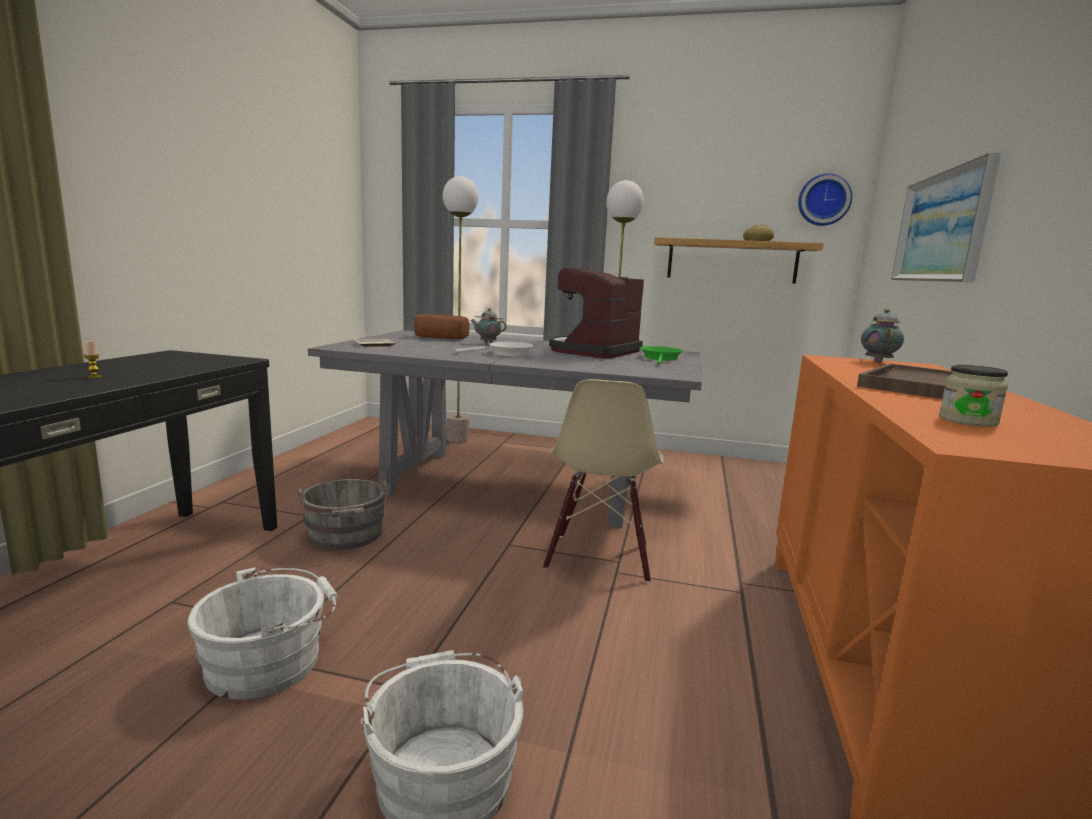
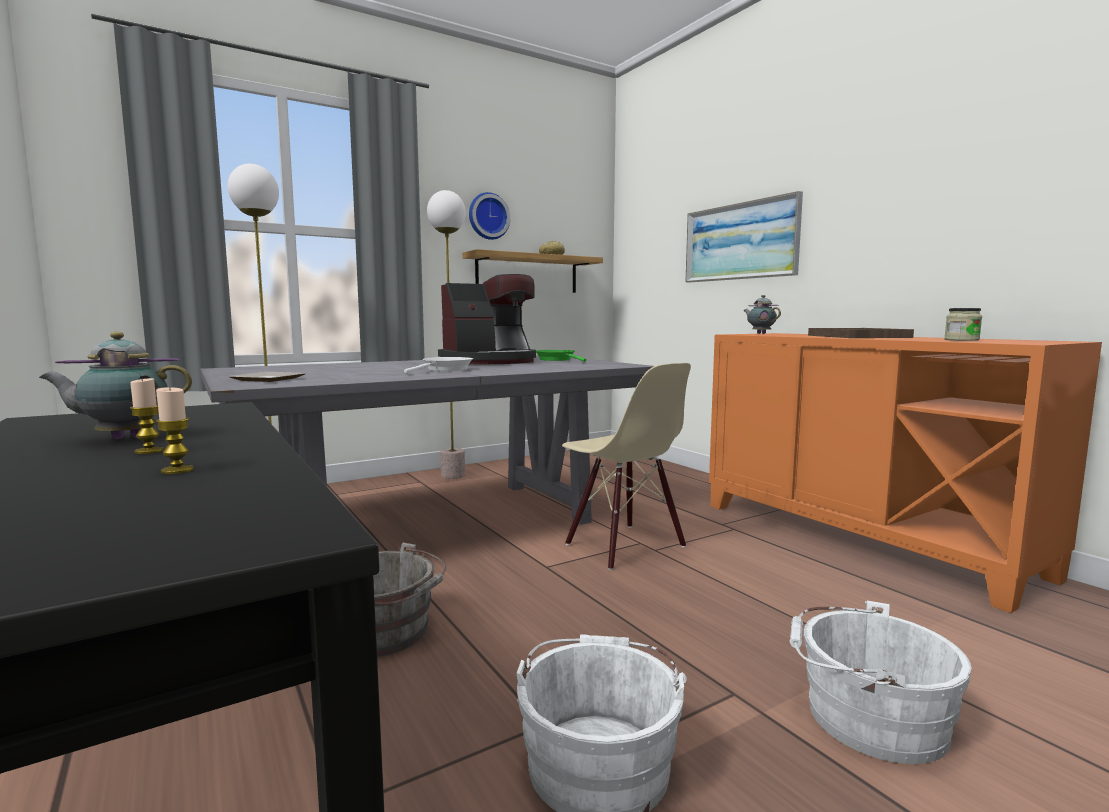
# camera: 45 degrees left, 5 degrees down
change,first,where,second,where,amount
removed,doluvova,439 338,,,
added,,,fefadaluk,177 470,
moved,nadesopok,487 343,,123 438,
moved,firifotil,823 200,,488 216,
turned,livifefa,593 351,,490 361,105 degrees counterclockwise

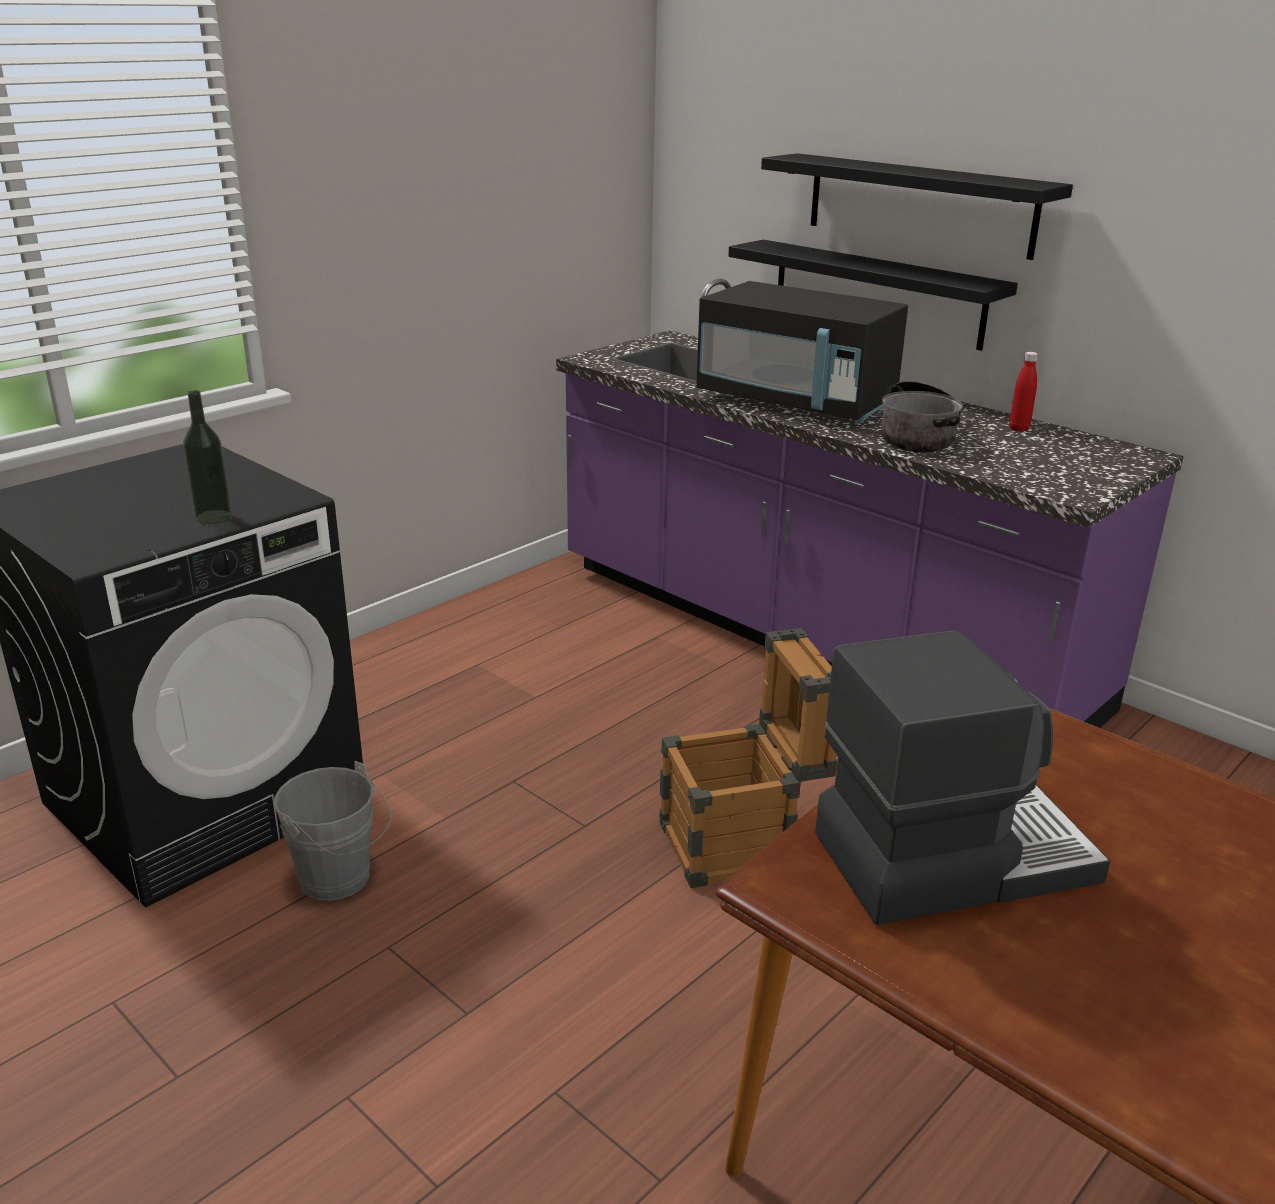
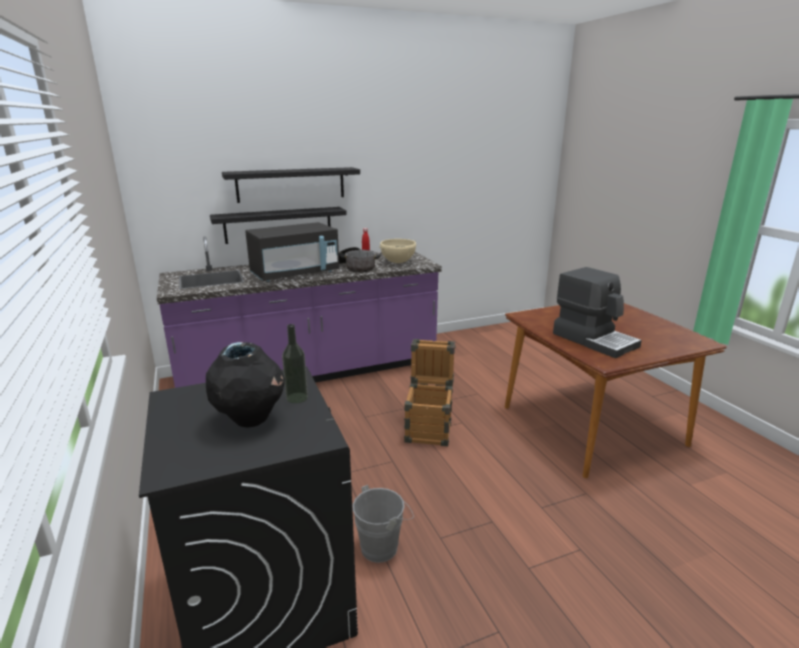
# camera: 65 degrees left, 5 degrees down
change,first,where,second,where,amount
added,,,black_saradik,250 419,
added,,,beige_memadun,398 262,
turned,livifefa,950 856,,594 339,135 degrees clockwise

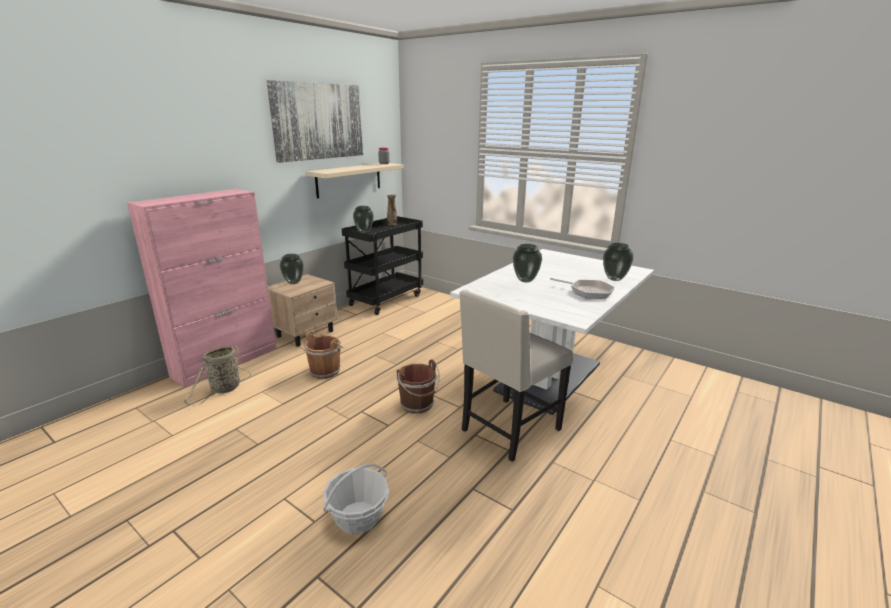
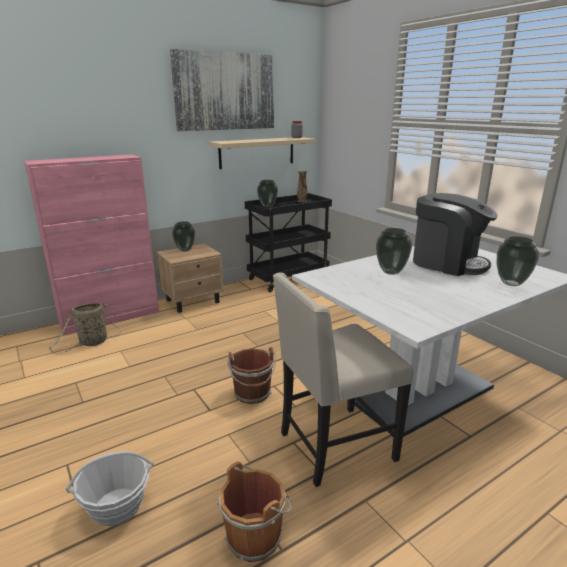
# camera: 20 degrees right, 0 degrees up
change,first,where,second,where,amount
removed,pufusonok,588 291,,,
added,,,livifefa,447 263,
moved,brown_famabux,326 370,,256 535,

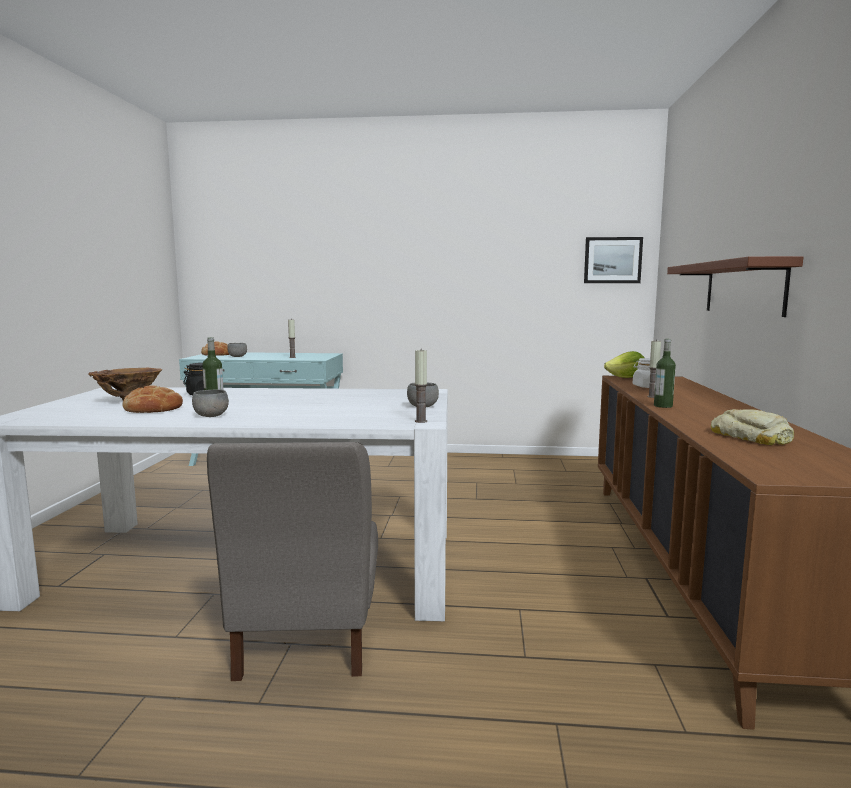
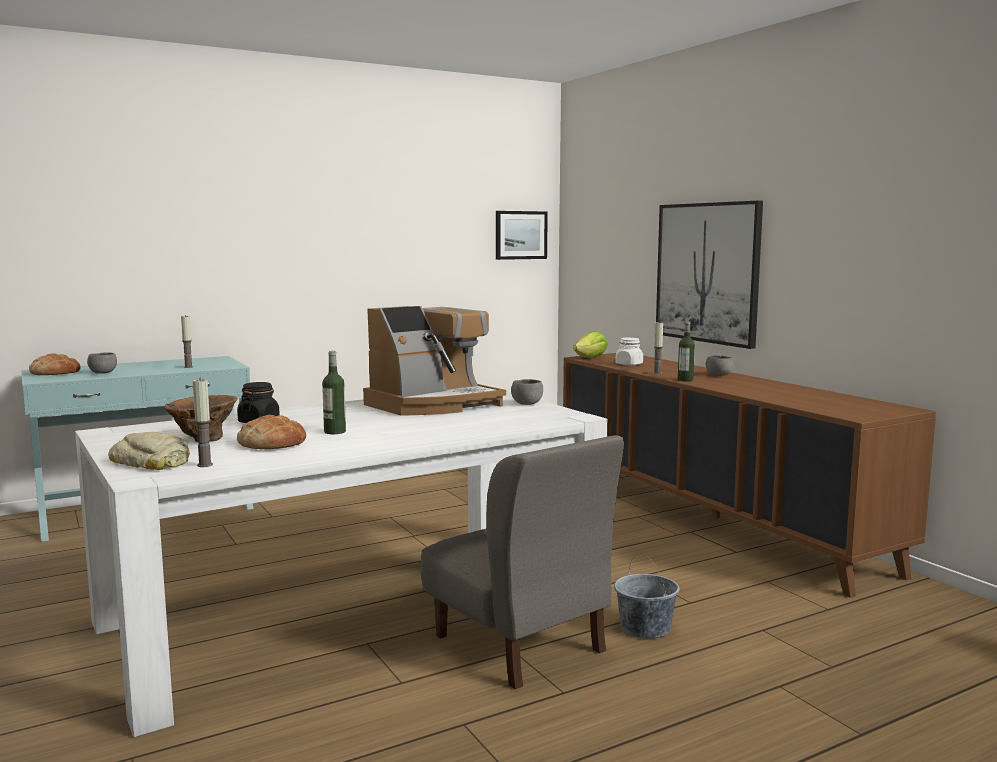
# camera: 35 degrees left, 0 degrees up
change,first,where,second,where,amount
added,,,livifefa,434 404,
added,,,grey_famabux,645 628,
moved,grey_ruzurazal,211 416,,718 375,
moved,fefadaluk,421 421,,205 465,
moved,doluvova,751 437,,151 462,
replaced,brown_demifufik,743 288,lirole,707 272,

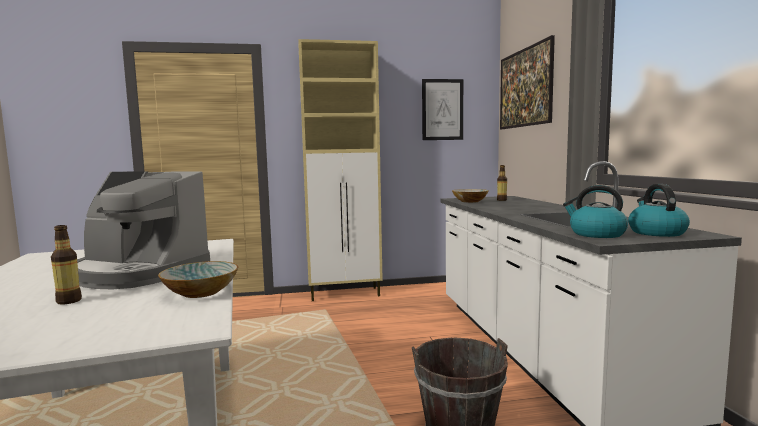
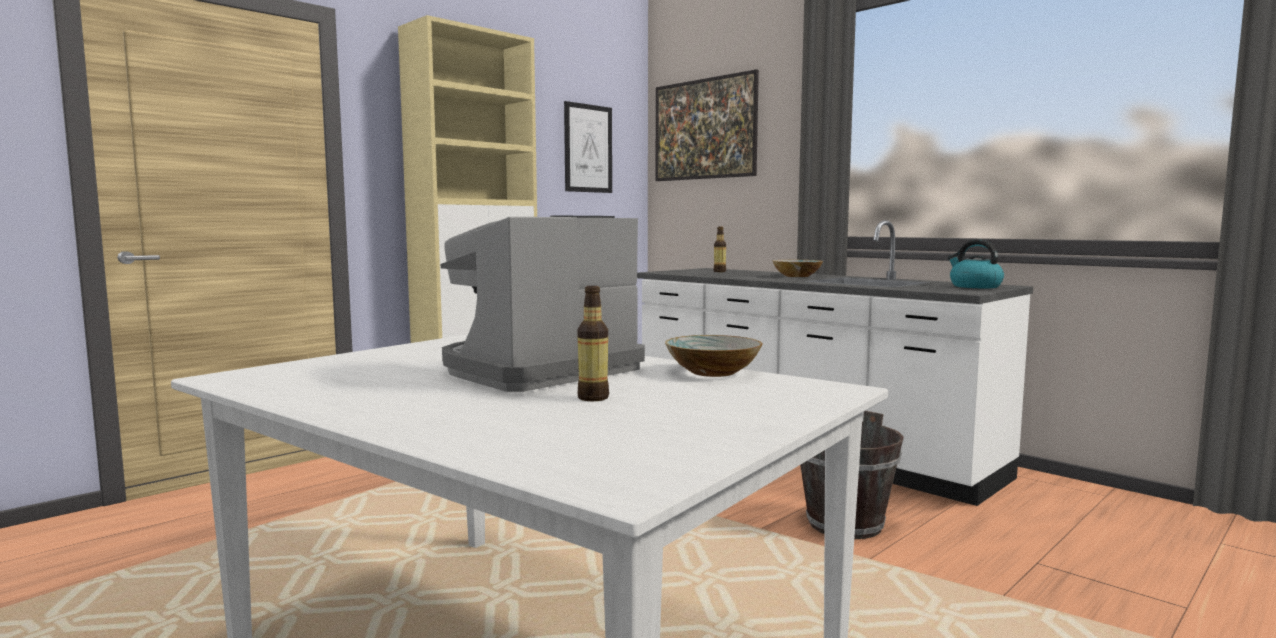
# camera: 35 degrees left, 0 degrees up
change,first,where,second,where,amount
removed,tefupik,596 234,,,
moved,ruzurazal,470 201,,797 276,
turned,livifefa,138 273,,537 370,150 degrees clockwise

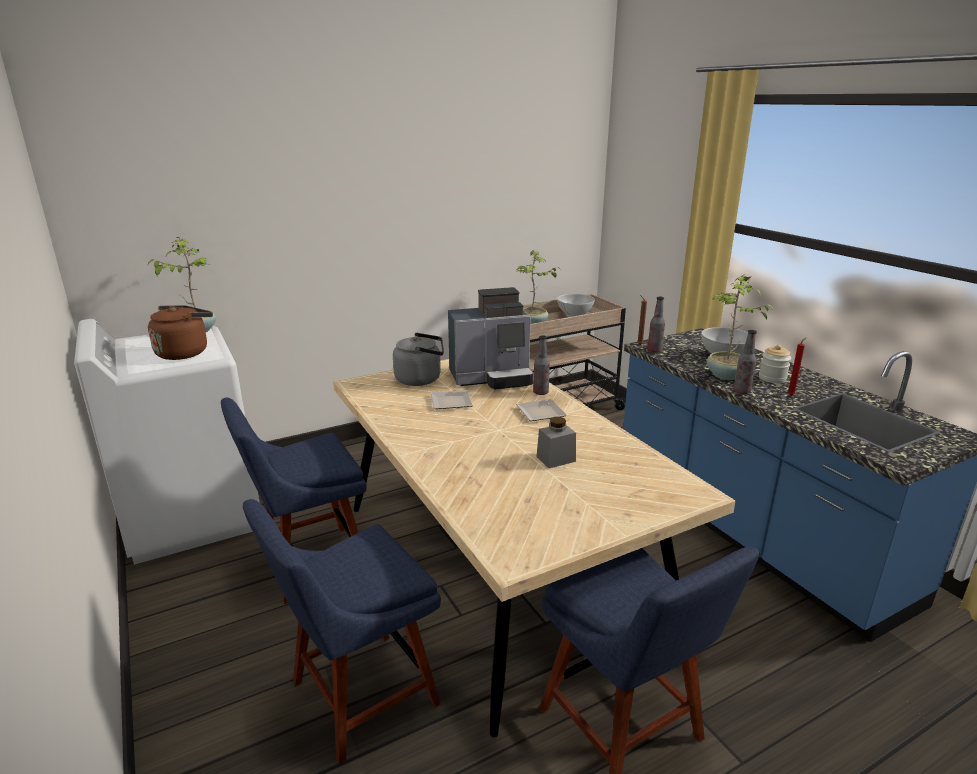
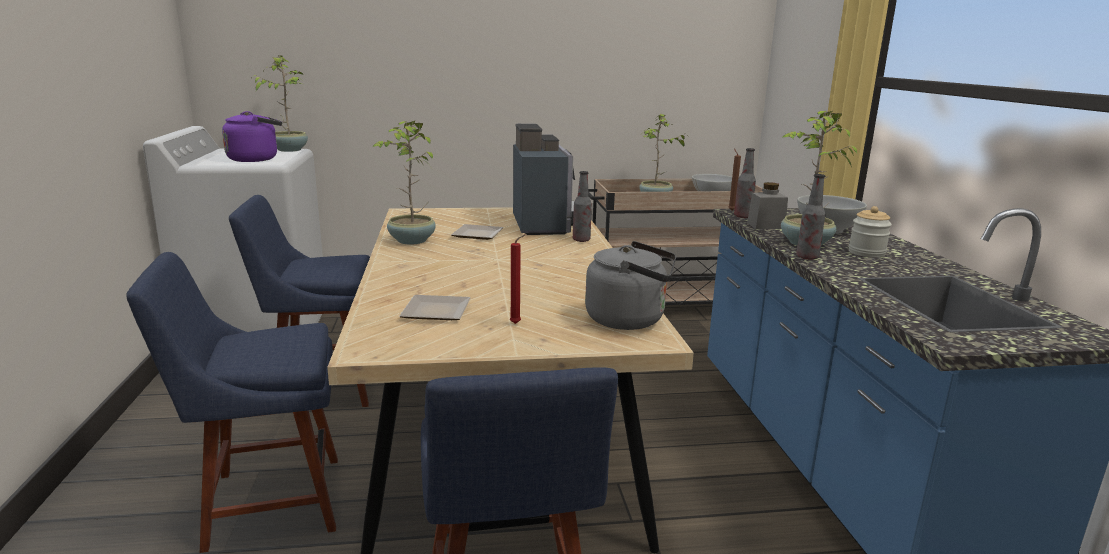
# camera: 20 degrees right, 5 degrees down
change,first,where,second,where,amount
added,,,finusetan,411 241,
moved,grey_tefupik,421 379,,630 320,
moved,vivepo,540 413,,433 312,
moved,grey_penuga,556 459,,766 226,
moved,red_fefadaluk,791 395,,517 323,
recoloured,brown_tefupik,184 352,purple_tefupik,256 159,
turned,livifefa,492 378,,545 224,105 degrees counterclockwise

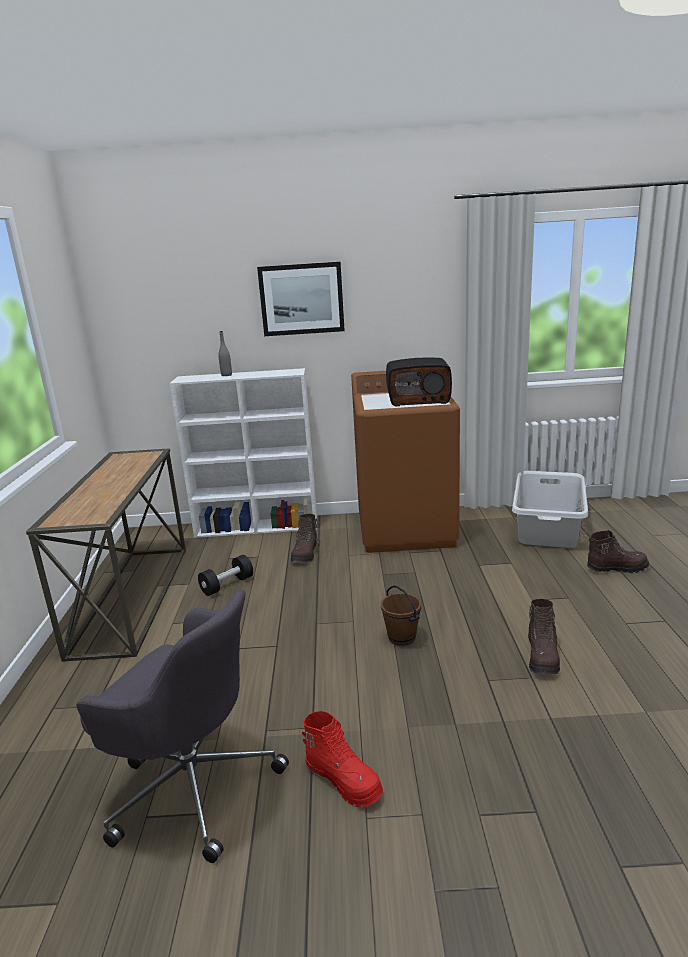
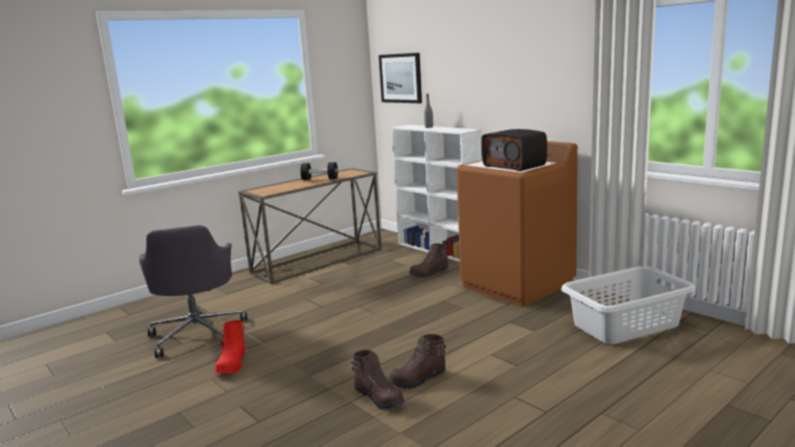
# camera: 50 degrees right, 5 degrees down
change,first,where,second,where,amount
removed,brown_famabux,402 637,,,
moved,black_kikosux,227 585,,320 179,
moved,lirole,301 299,,400 78,
moved,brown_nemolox,616 568,,379 398,

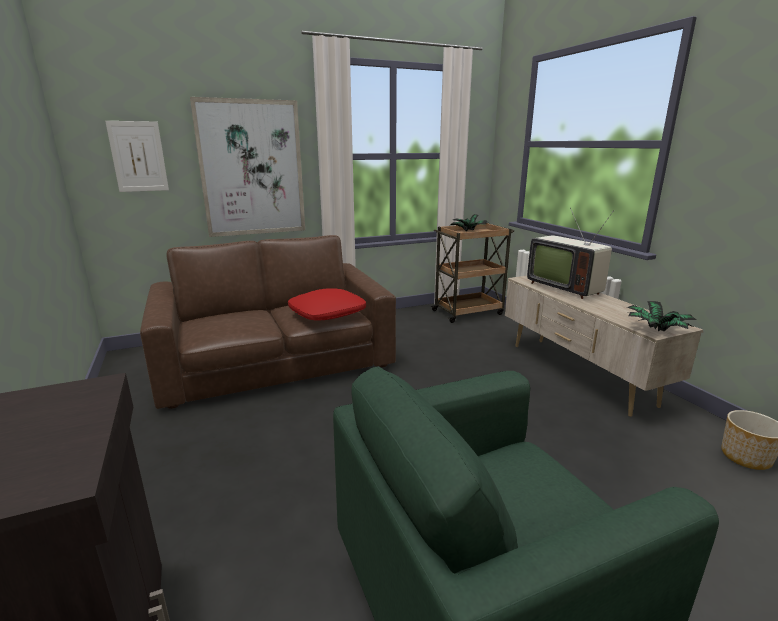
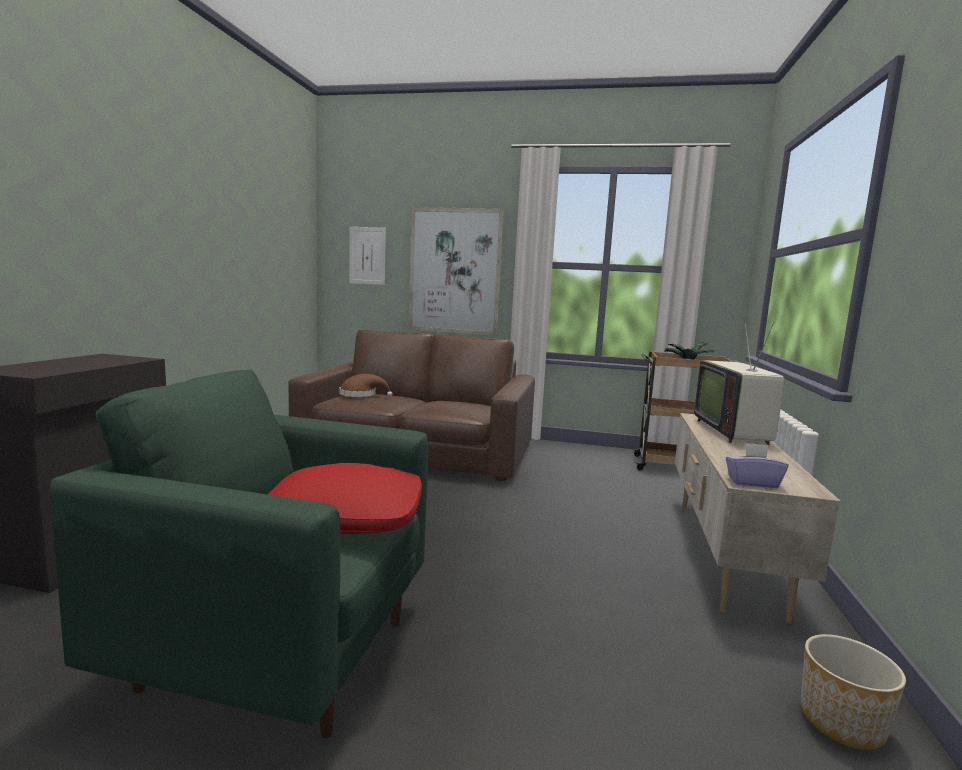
# camera: 35 degrees right, 10 degrees down
change,first,where,second,where,amount
added,,,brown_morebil,361 395,
moved,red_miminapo,327 313,,347 516,
replaced,finusetan,656 330,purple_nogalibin,752 482,

